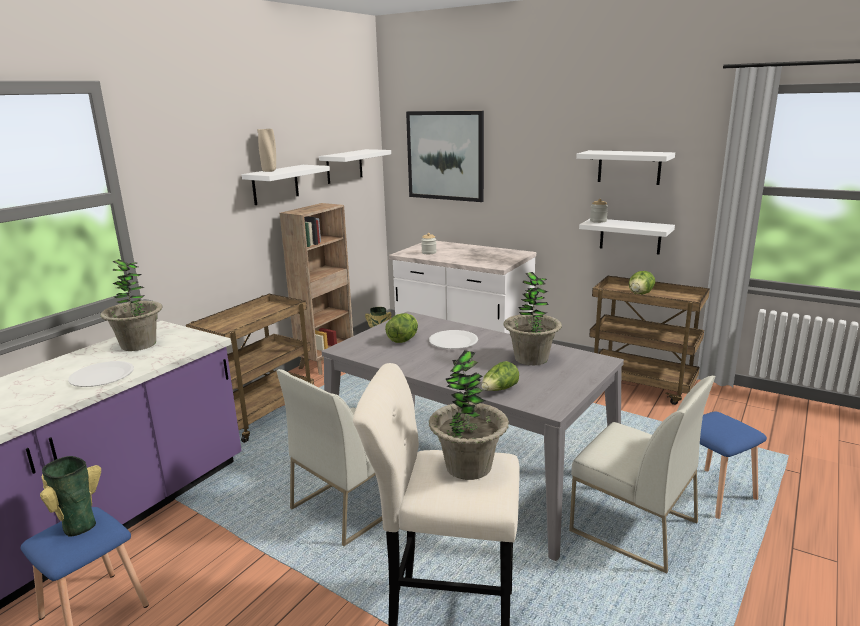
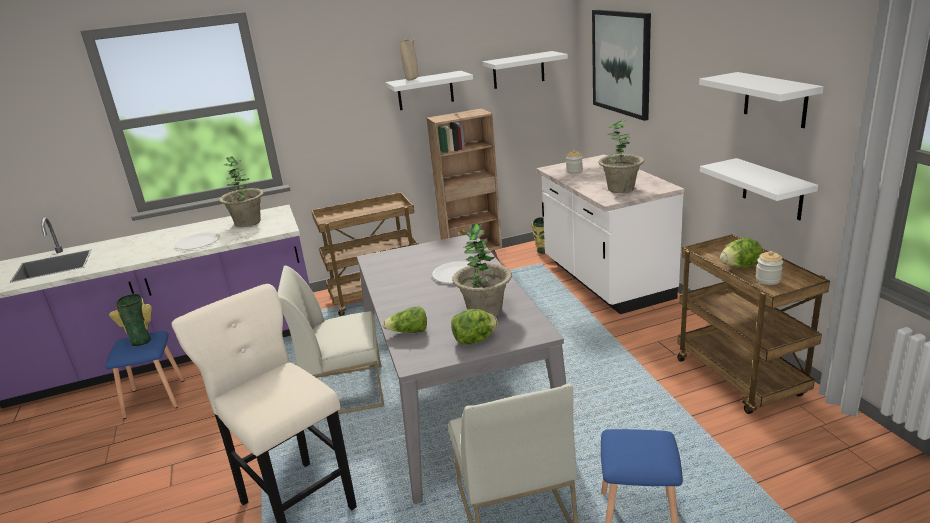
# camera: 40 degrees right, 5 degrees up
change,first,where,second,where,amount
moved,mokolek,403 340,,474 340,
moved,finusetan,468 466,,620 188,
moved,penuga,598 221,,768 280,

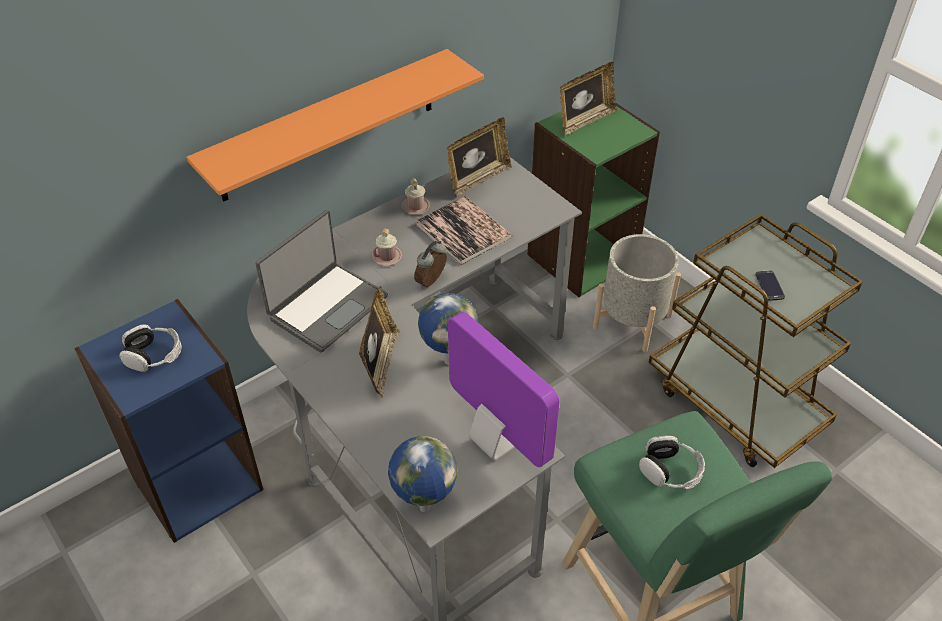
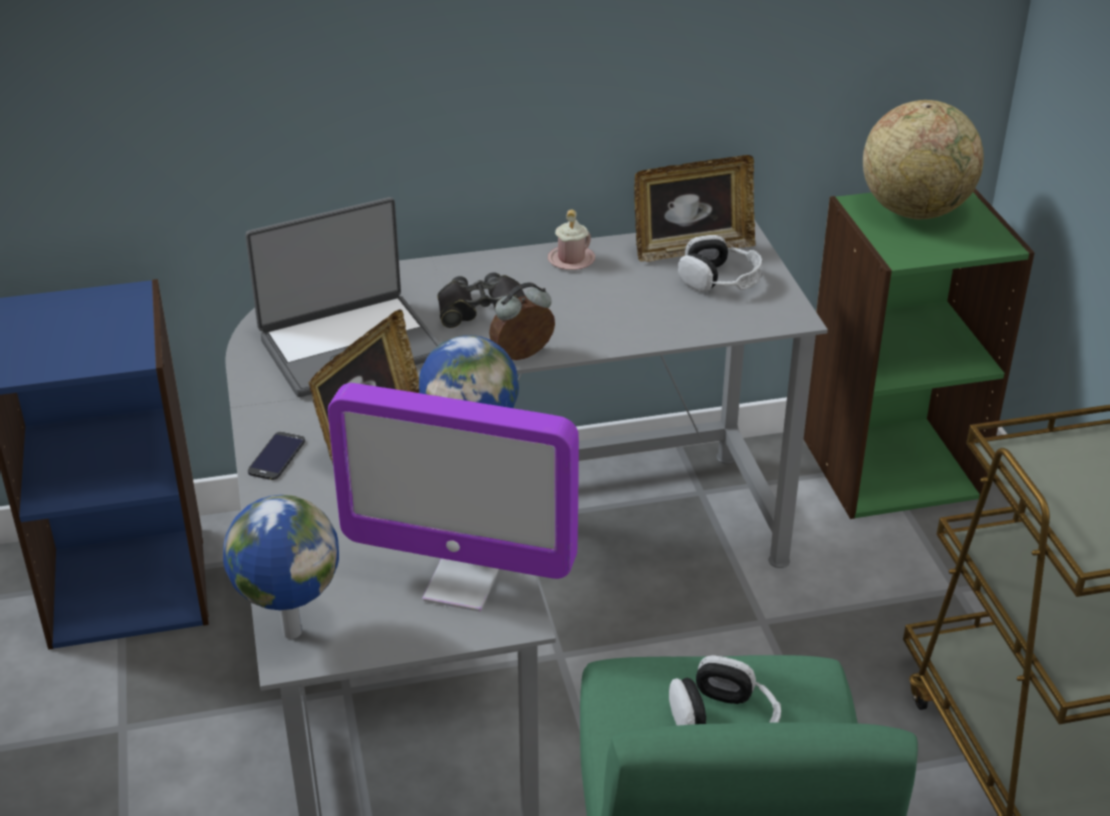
# camera: 25 degrees right, 10 degrees down
change,first,where,second,where,amount
removed,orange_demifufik,328 126,,,
removed,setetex,463 231,,,
removed,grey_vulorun,632 321,,,
moved,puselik,153 355,,720 280,
moved,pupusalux,769 286,,276 456,
replaced,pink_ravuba,387 256,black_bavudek,482 309,
replaced,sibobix,585 120,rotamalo,915 211,
turned,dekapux,495 441,,462 584,120 degrees clockwise

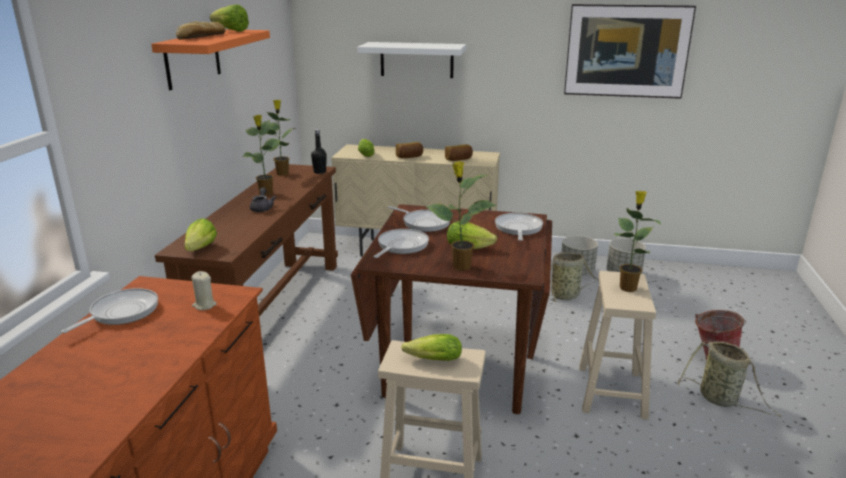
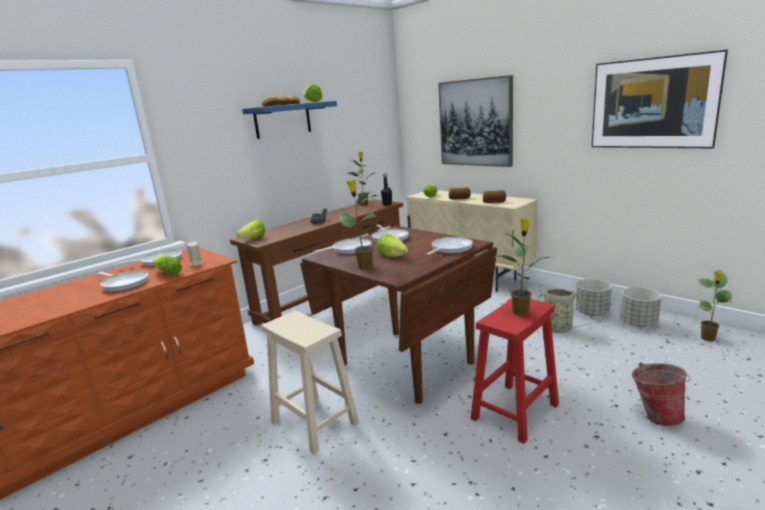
# camera: 35 degrees right, 5 degrees down
change,first,where,second,where,amount
removed,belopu,721 400,,,
added,,,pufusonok,124 283,
moved,finusetan,266 193,,708 338,
moved,mokolek,431 360,,167 273,
replaced,white_demifufik,416 60,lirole,475 123,
recoloured,orange_demifufik,192 58,blue_demifufik,282 120,
recoloured,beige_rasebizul,612 392,red_rasebizul,514 412,

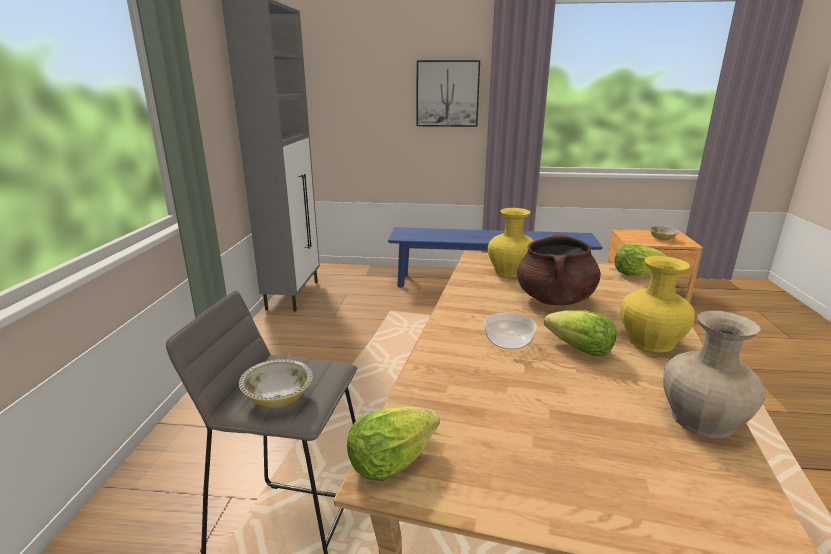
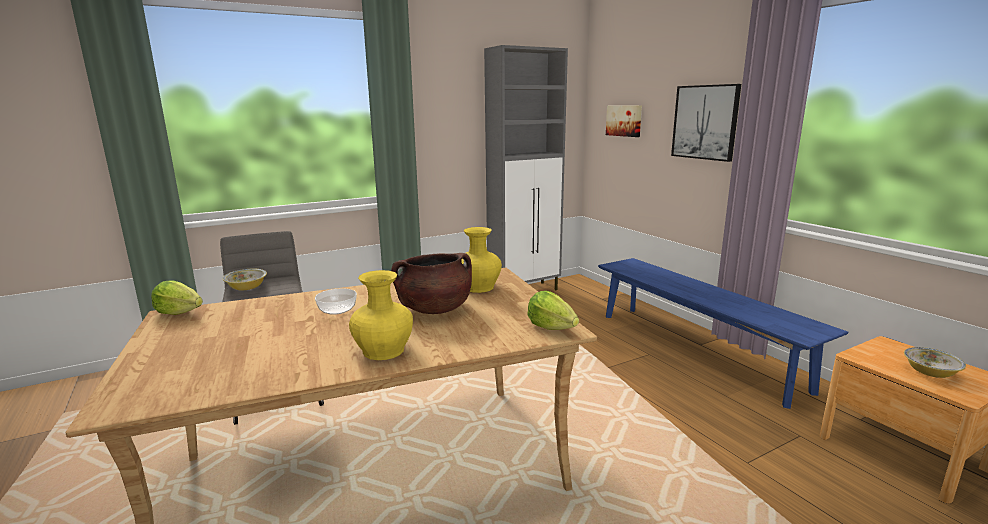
# camera: 55 degrees right, 5 degrees down
change,first,where,second,where,amount
removed,mokolek,580 350,,,
removed,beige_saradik,701 418,,,
added,,,lirole,624 120,

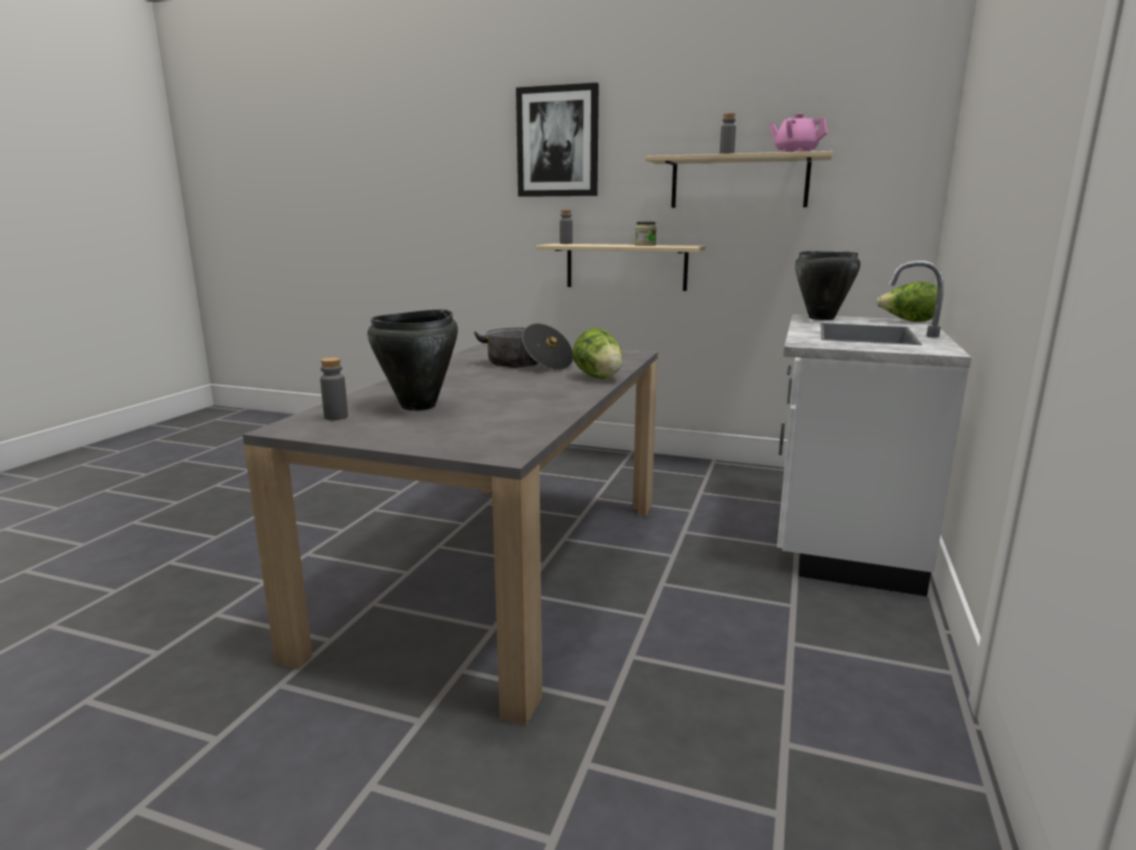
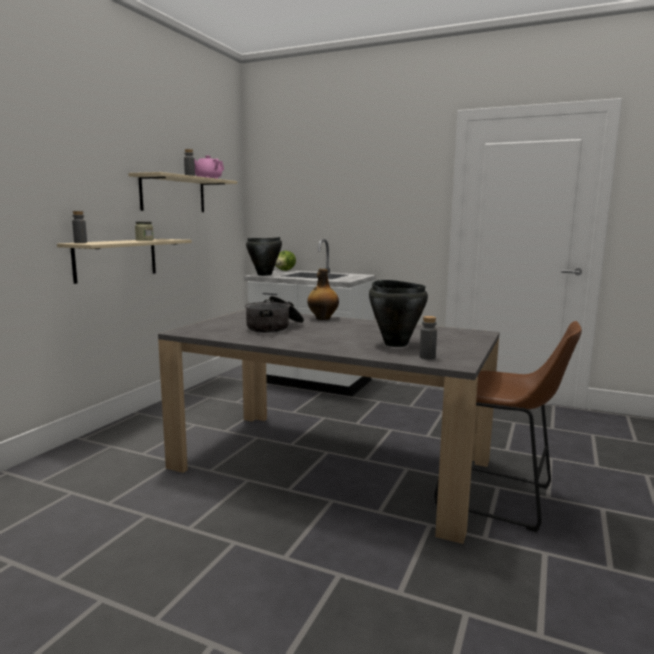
# camera: 85 degrees left, 5 degrees down
change,first,where,second,where,amount
removed,lirole,557 142,,,
added,,,brown_rasebizul,501 498,
replaced,mokolek,598 377,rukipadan,322 318,

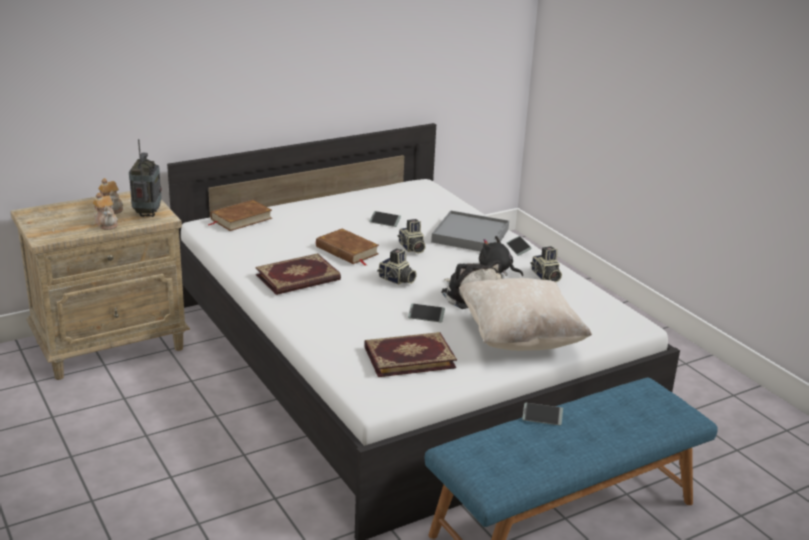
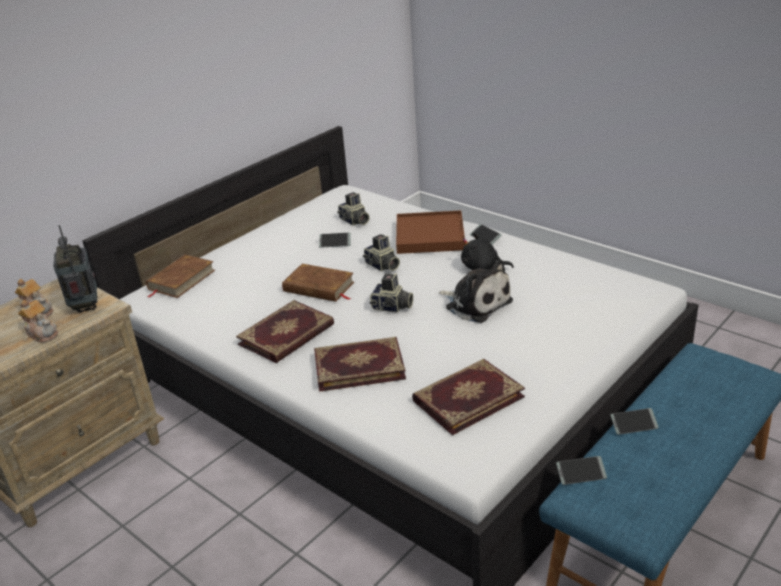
# camera: 15 degrees left, 5 degrees up
change,first,where,second,where,amount
removed,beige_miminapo,519 338,,,
added,,,setetex,359 366,
moved,pupusalux,426 316,,581 474,
moved,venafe,545 276,,354 221,
recoloured,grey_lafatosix,470 236,brown_lafatosix,430 236,

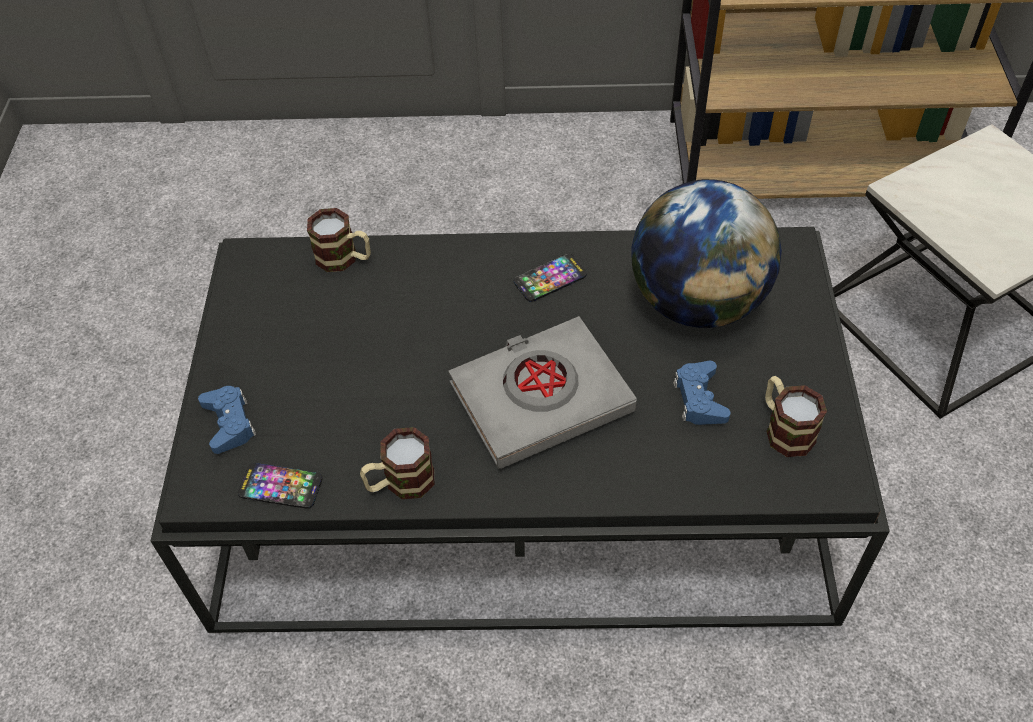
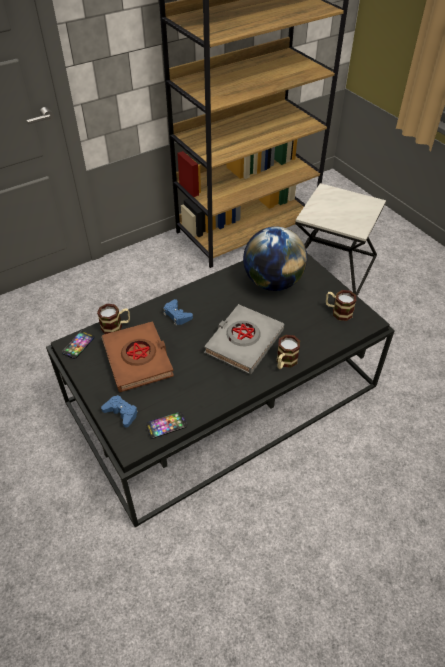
# camera: 35 degrees left, 5 degrees down
change,first,where,second,where,amount
added,,,brown_setetex,138 359,
moved,ravuba,400 483,,284 362,
moved,pupusalux,550 279,,78 345,
moved,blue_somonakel,699 399,,177 315,

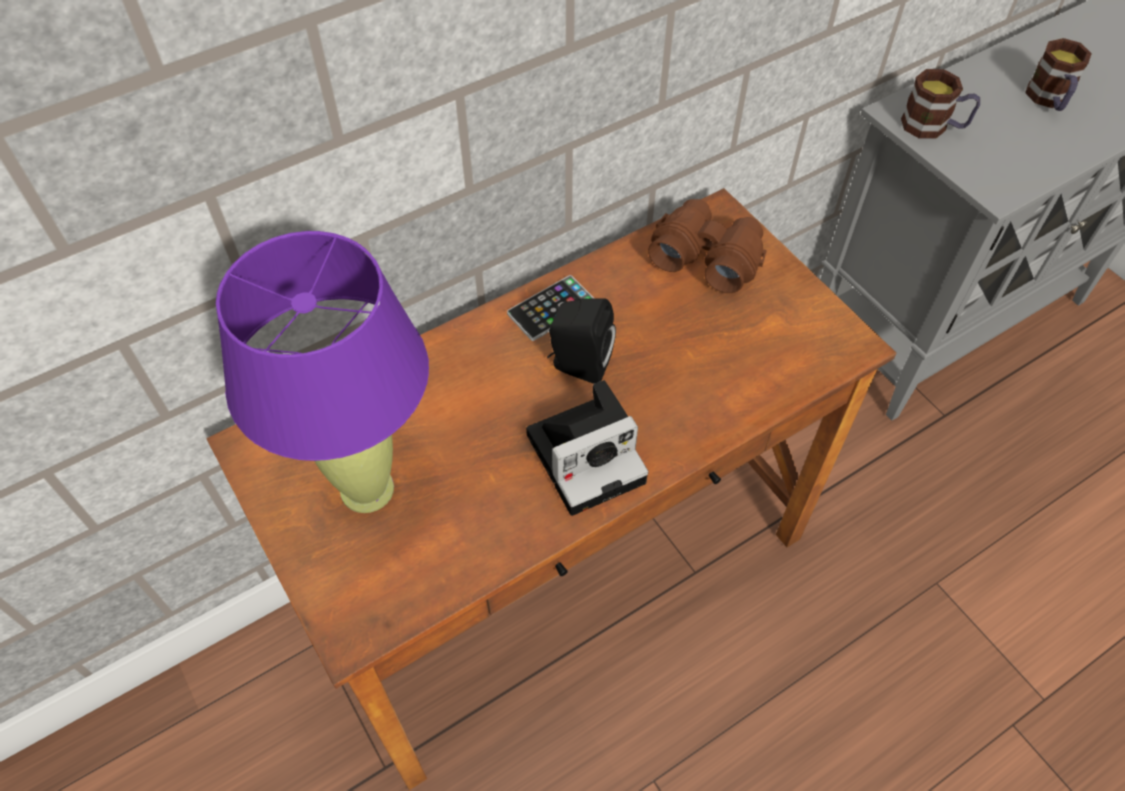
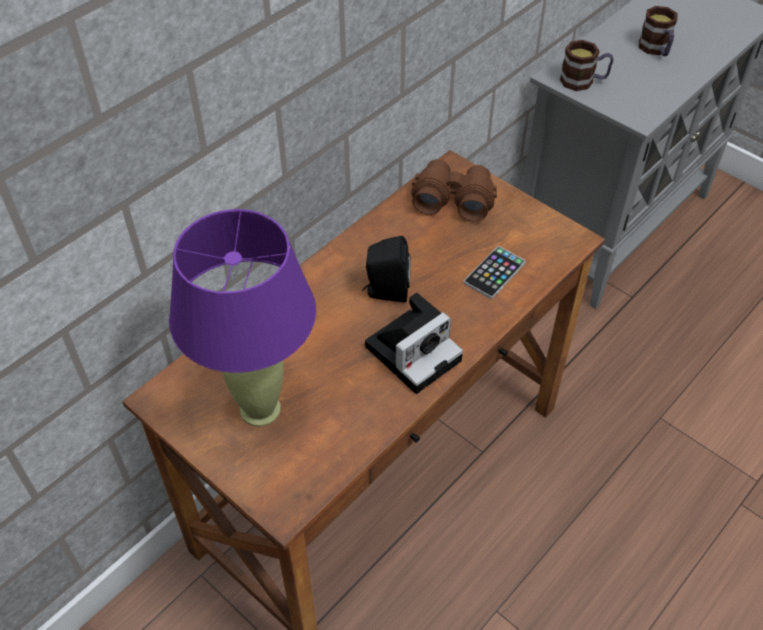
# camera: 15 degrees left, 5 degrees down
change,first,where,second,where,amount
moved,pupusalux,551 309,,494 273,

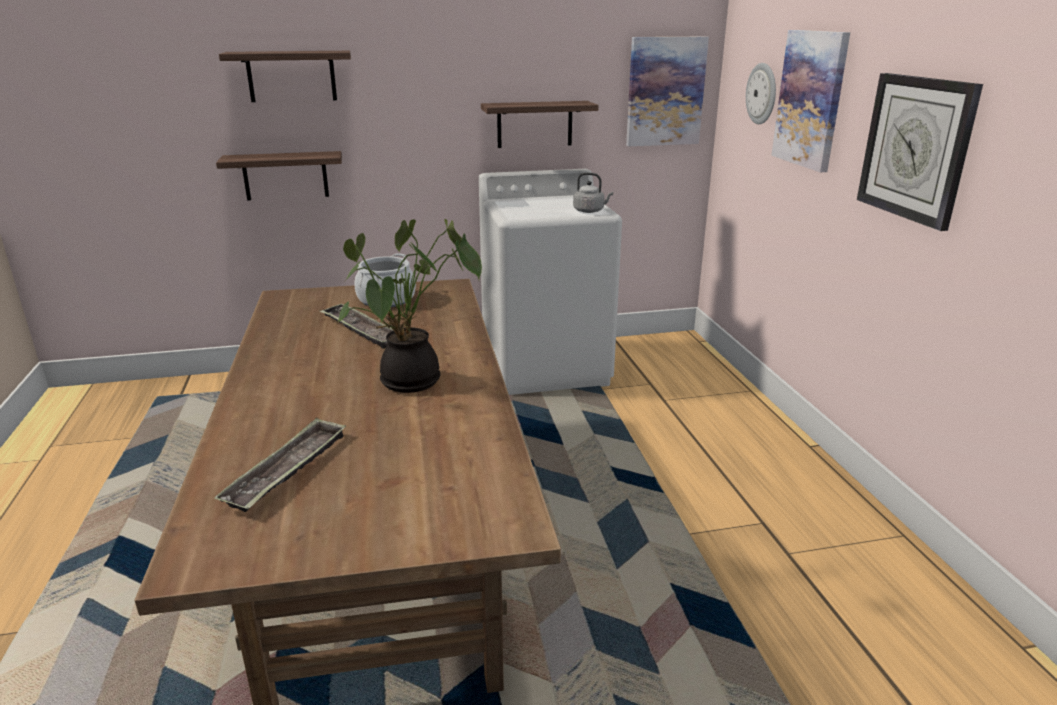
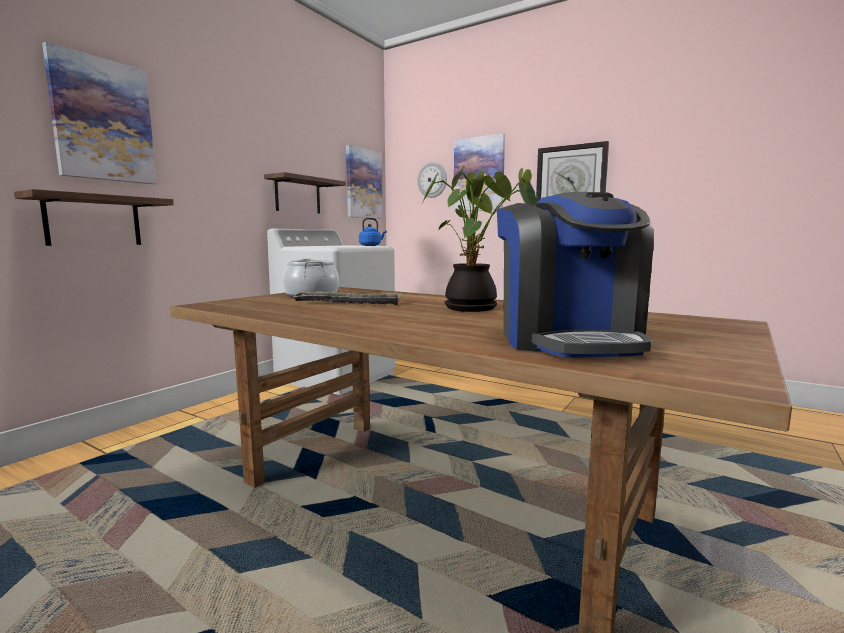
# camera: 45 degrees left, 15 degrees down
change,first,where,second,where,amount
replaced,lafatosix,287 470,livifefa,567 340,
replaced,demifufik,291 76,lirole,103 120,
recoloured,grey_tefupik,590 211,blue_tefupik,371 245,

